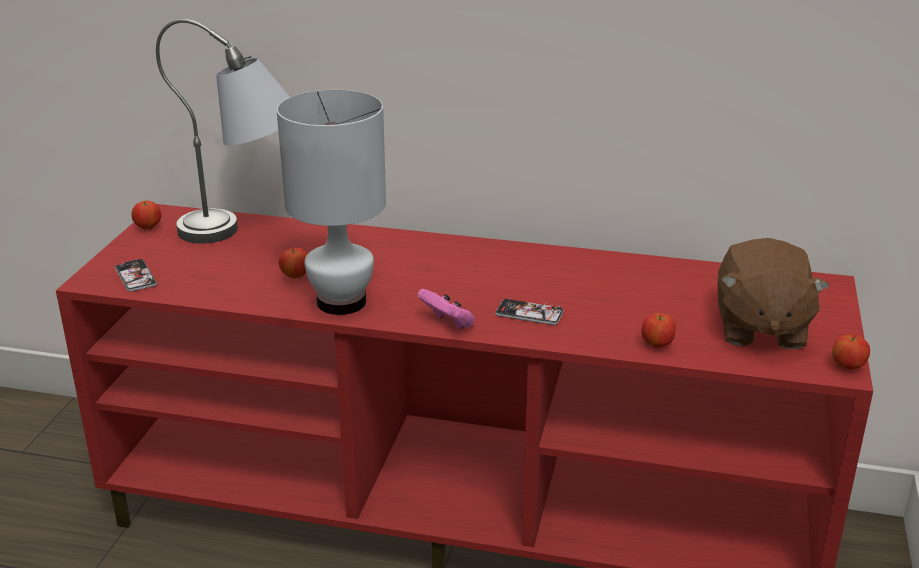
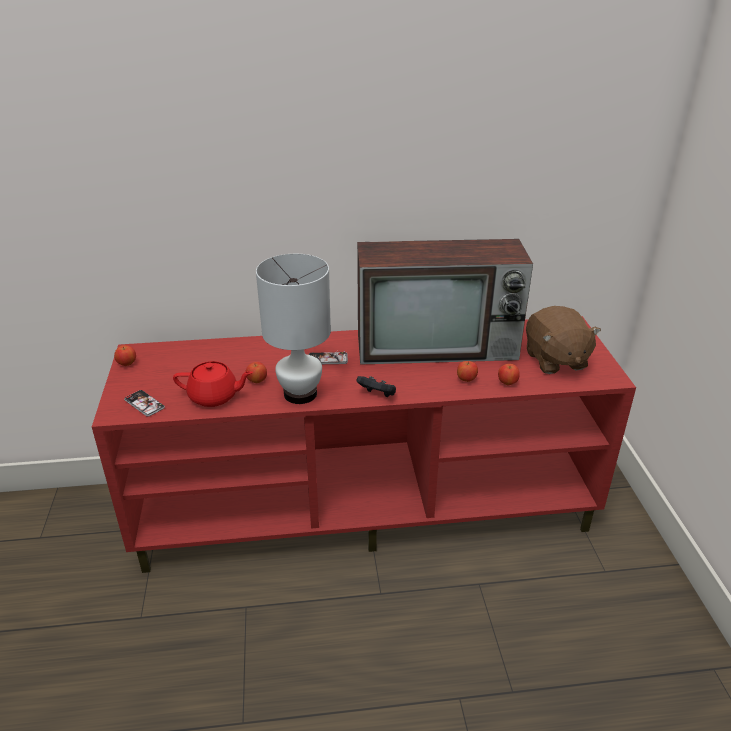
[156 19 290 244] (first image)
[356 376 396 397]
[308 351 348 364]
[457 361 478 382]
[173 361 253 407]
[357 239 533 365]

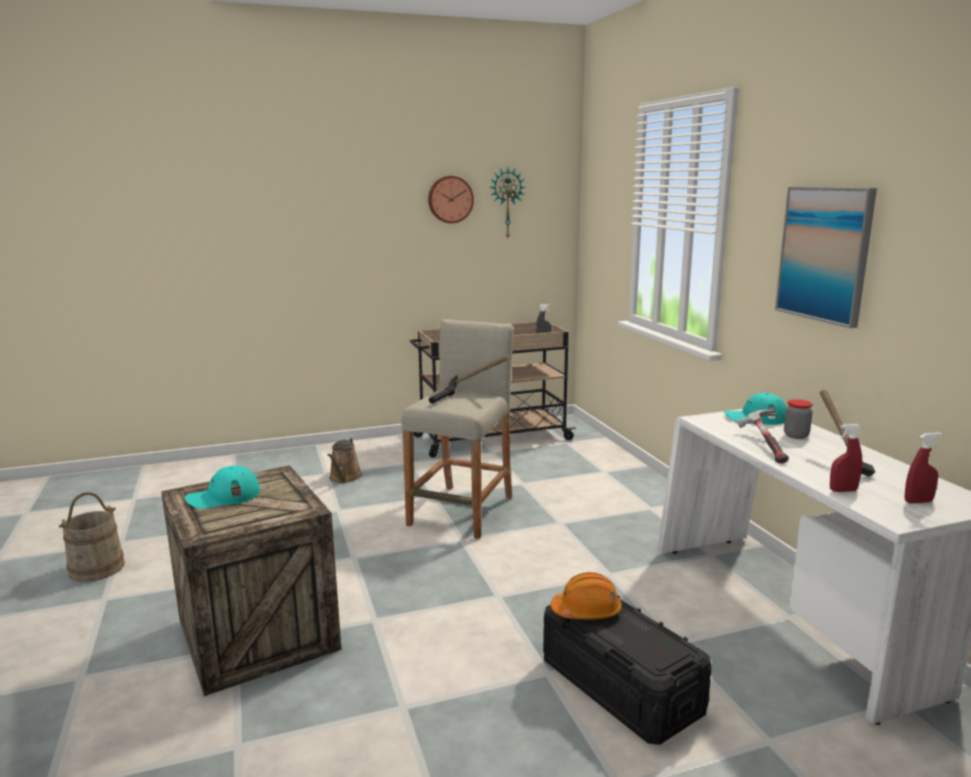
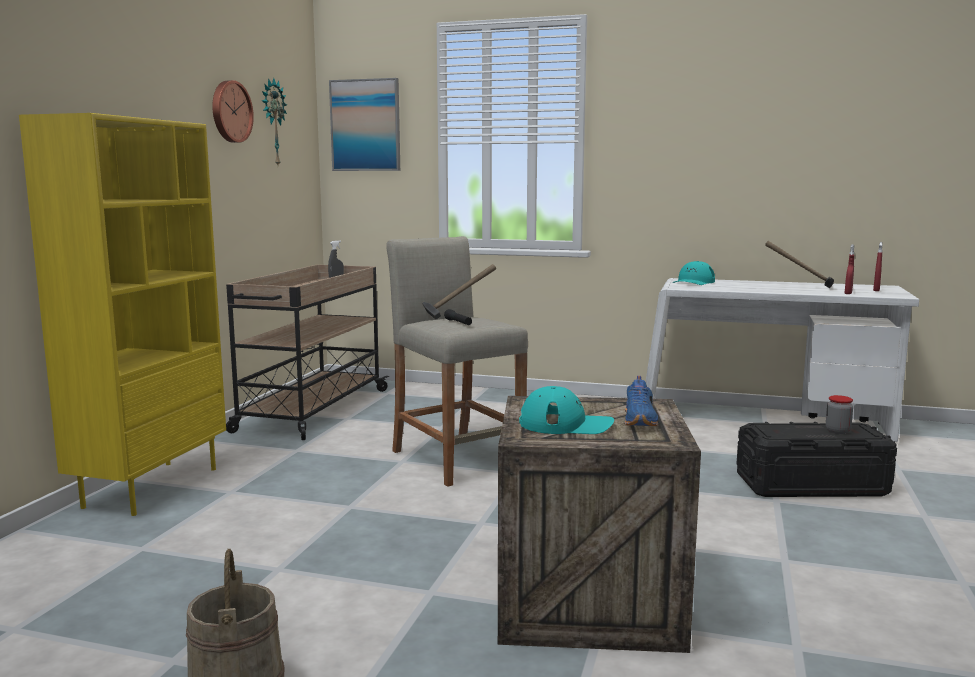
[519 386 614 434]
[328 438 362 483] (first image)
[550 572 622 620] (first image)
[737 410 789 463] (first image)
[329 78 400 171]
[826 395 853 434]
[19 113 226 516]
[624 376 658 426]

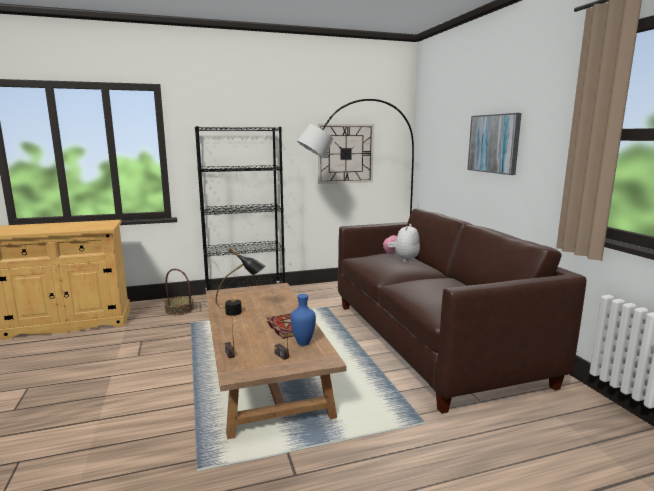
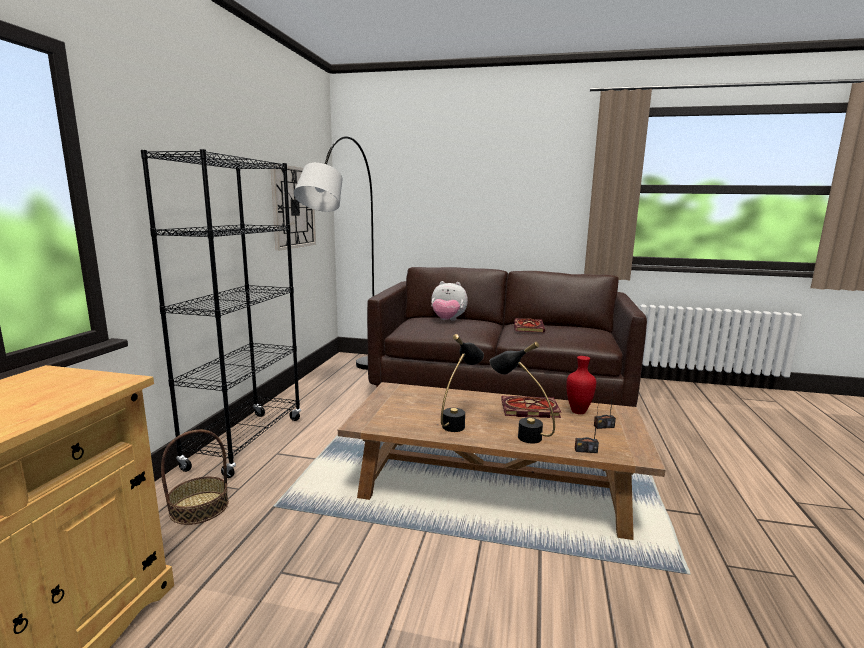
[566 356 596 414]
[431 281 468 321]
[467 113 521 175] (first image)
[490 341 555 444]
[514 318 545 332]

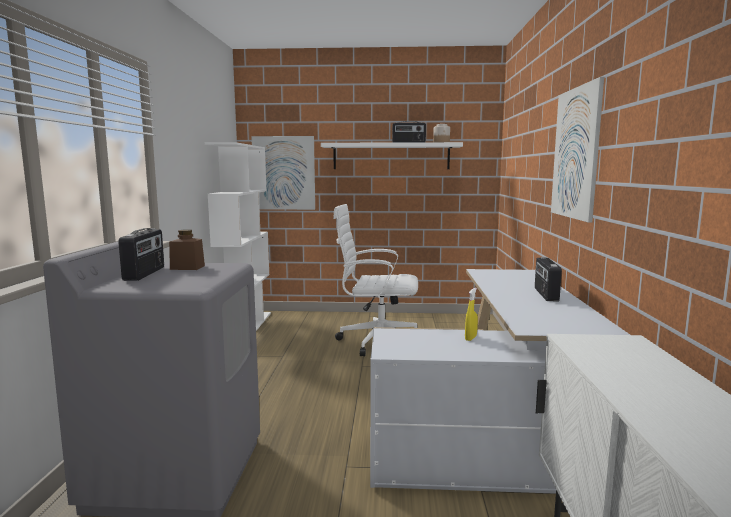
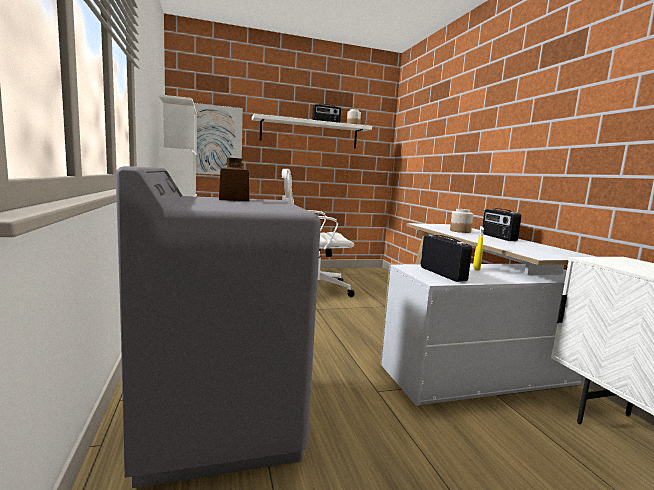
[421 235 472 282]
[551 77 604 223] (first image)
[450 209 473 233]

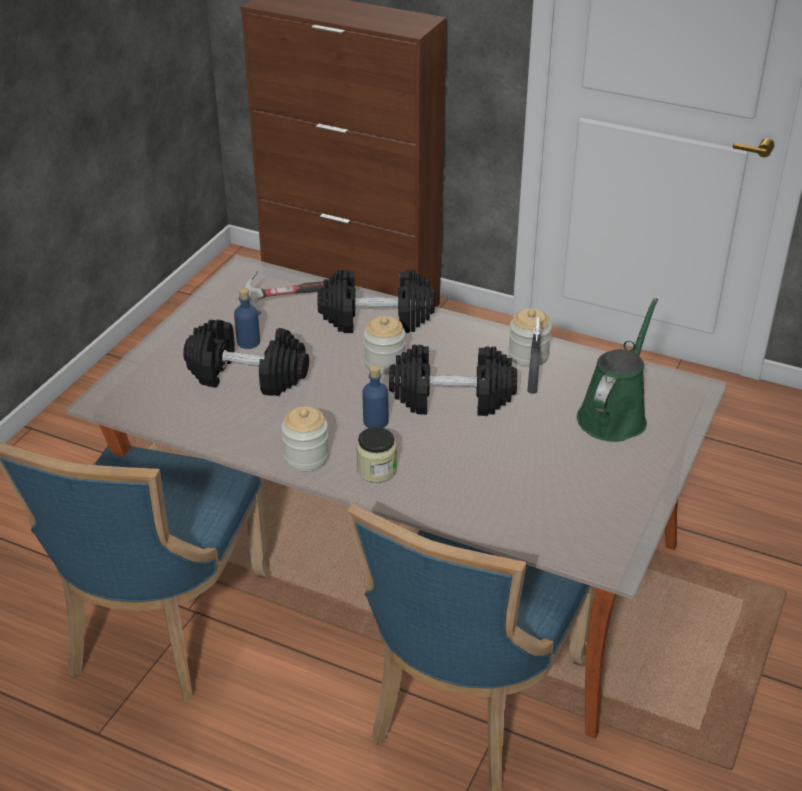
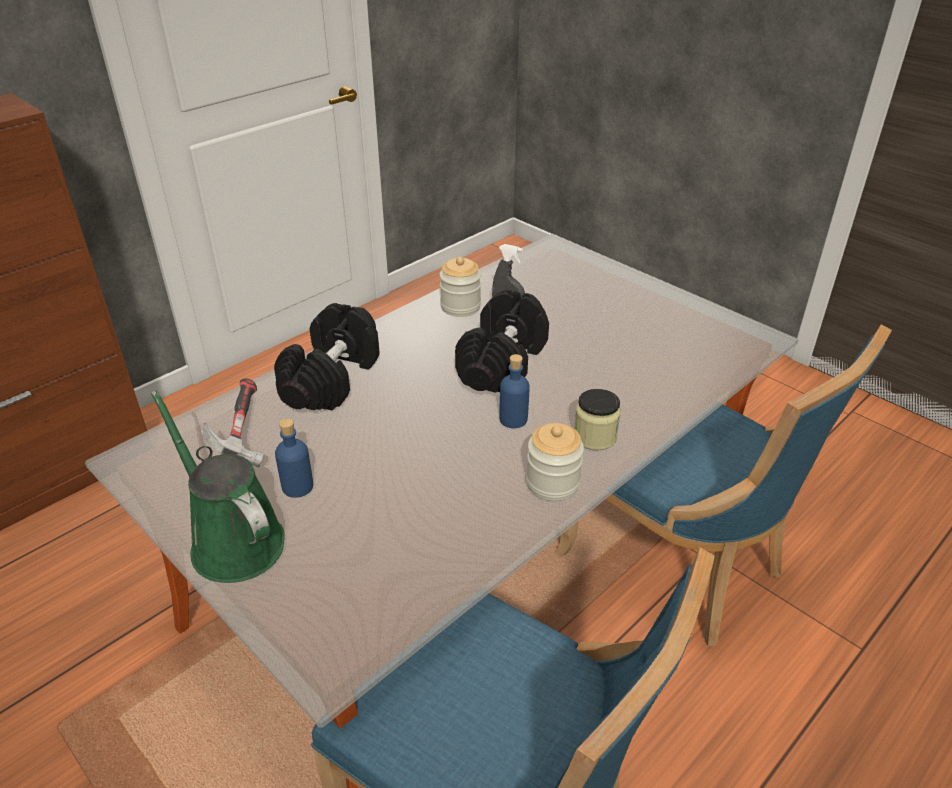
[183 320 309 396] (first image)
[364 316 405 375] (first image)
[151 390 284 583]

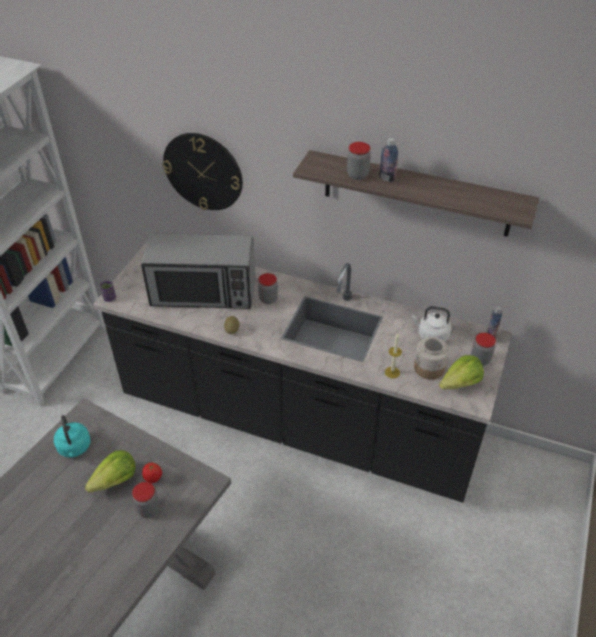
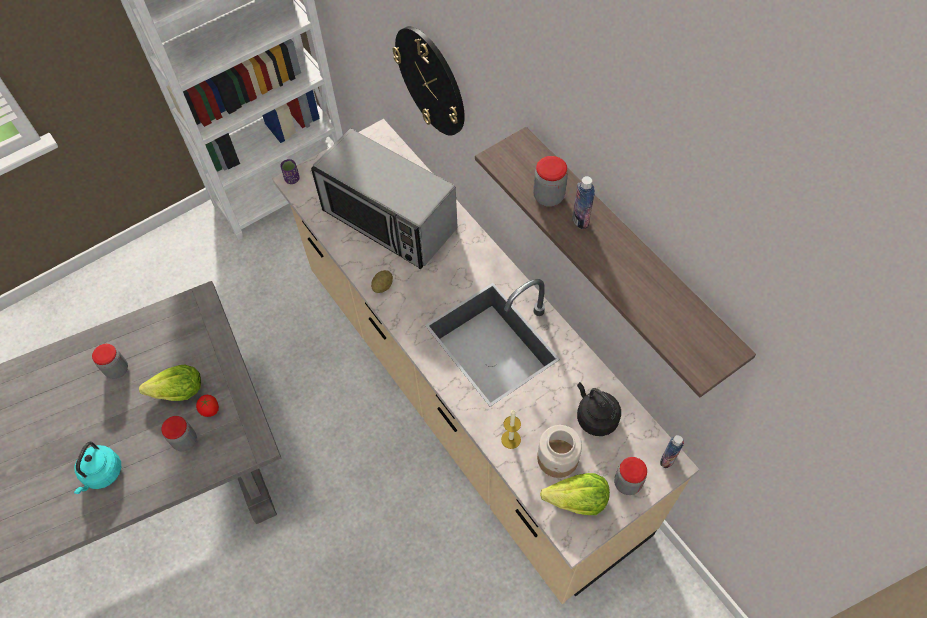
[74 442 121 494]
[272 119 699 604]
[92 344 128 379]
[577 382 621 436]

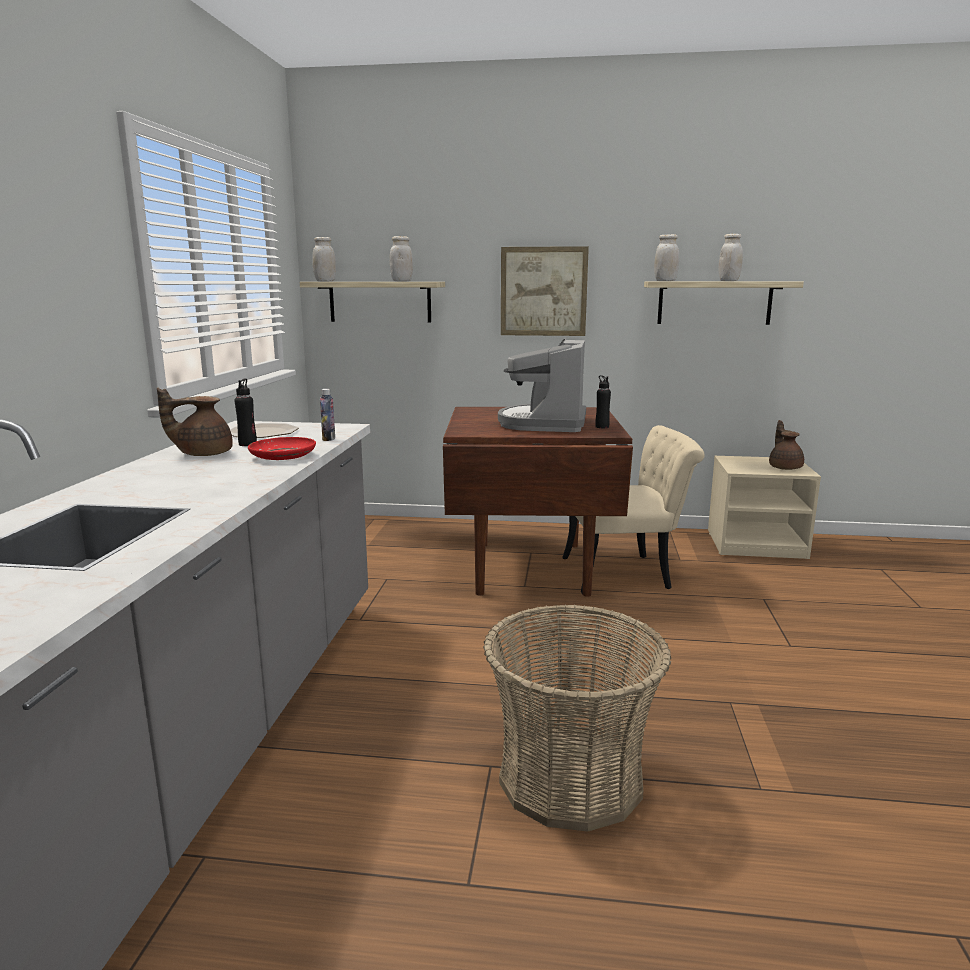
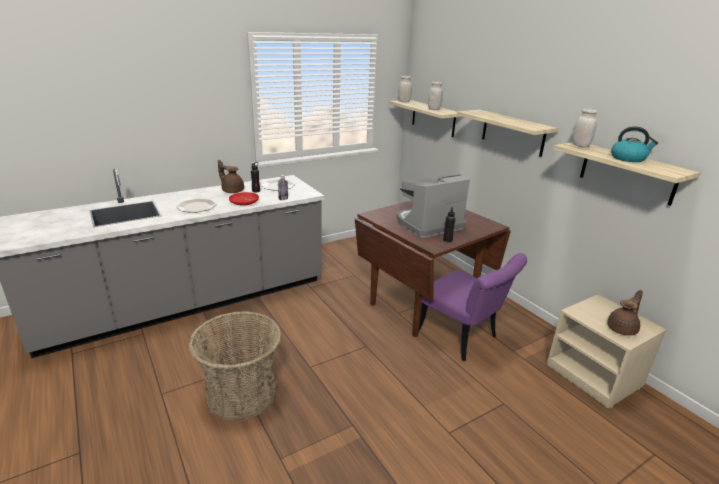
[457 110 558 157]
[419 253 527 361]
[611 126 658 162]
[176 199 216 213]

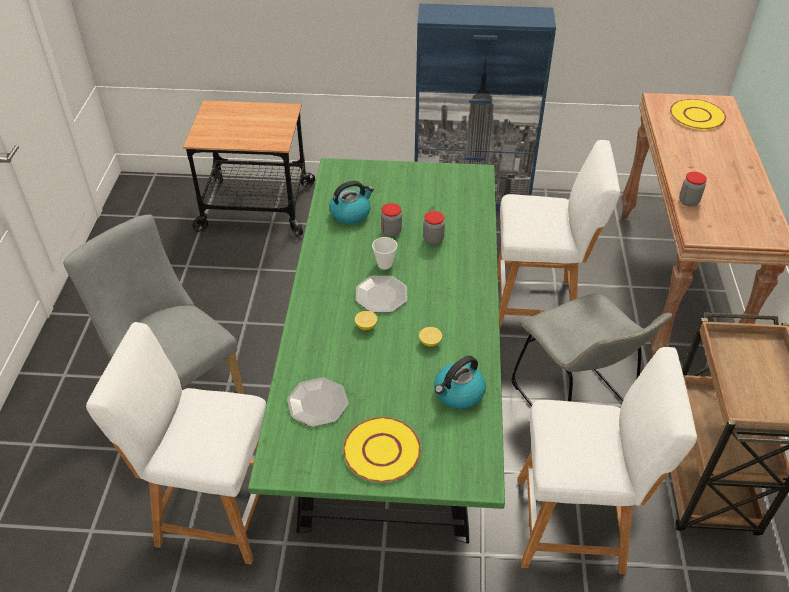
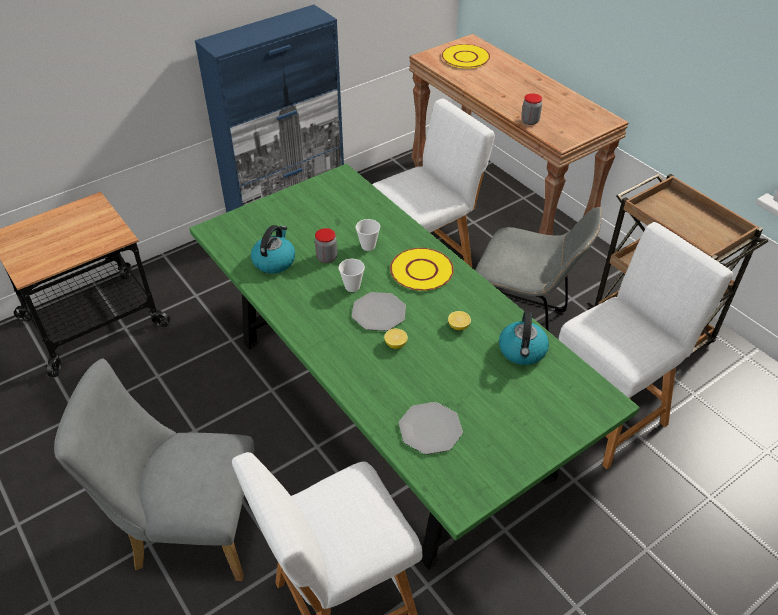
[390 248 454 291]
[356 219 380 251]

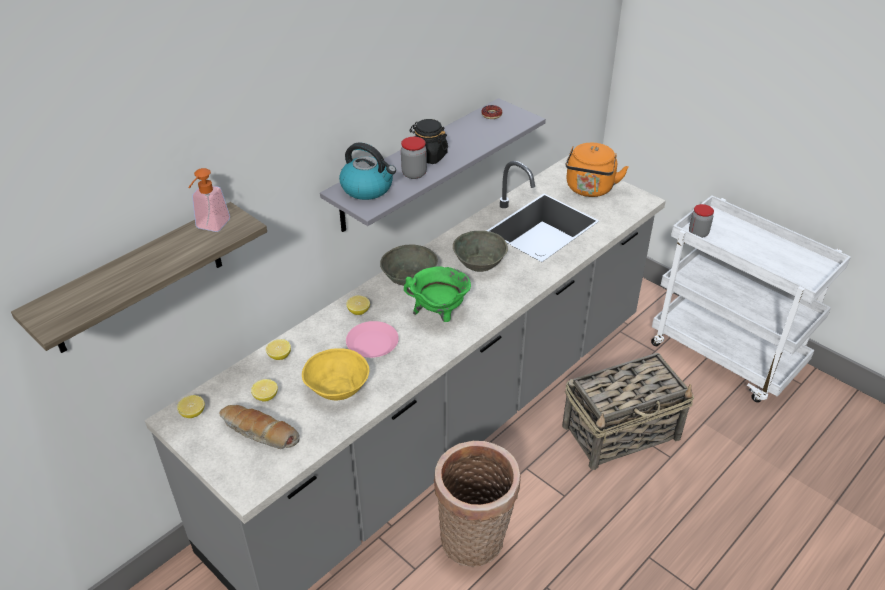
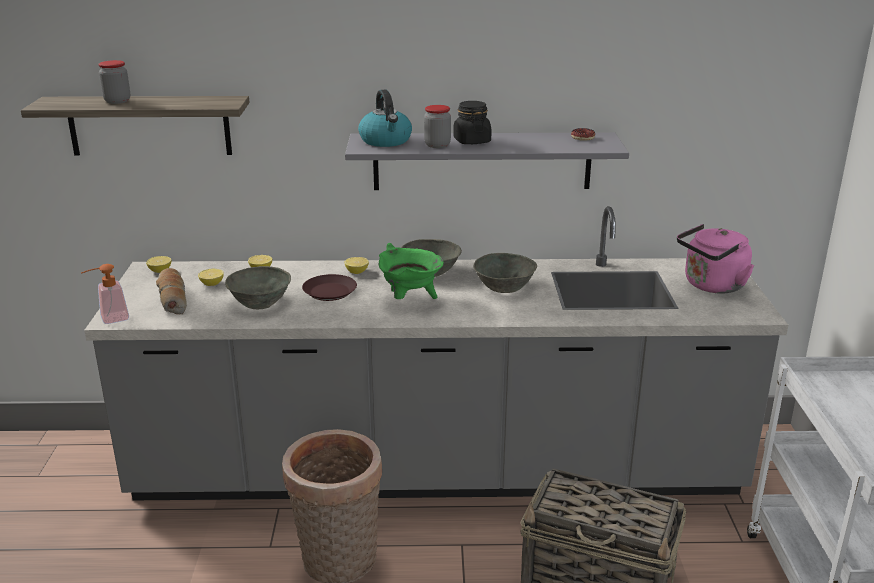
[81 264 129 324]
[225 266 291 309]
[302 274 357 301]
[677 224 754 294]
[98 60 130 104]

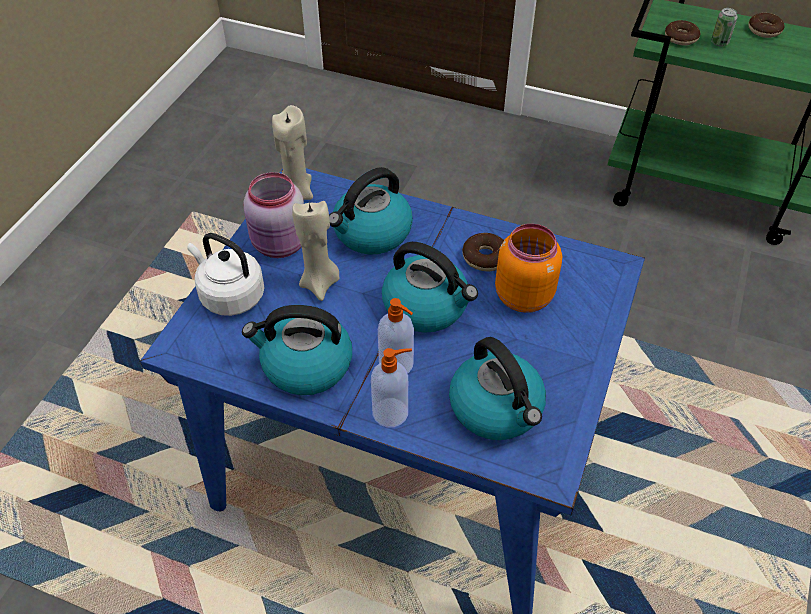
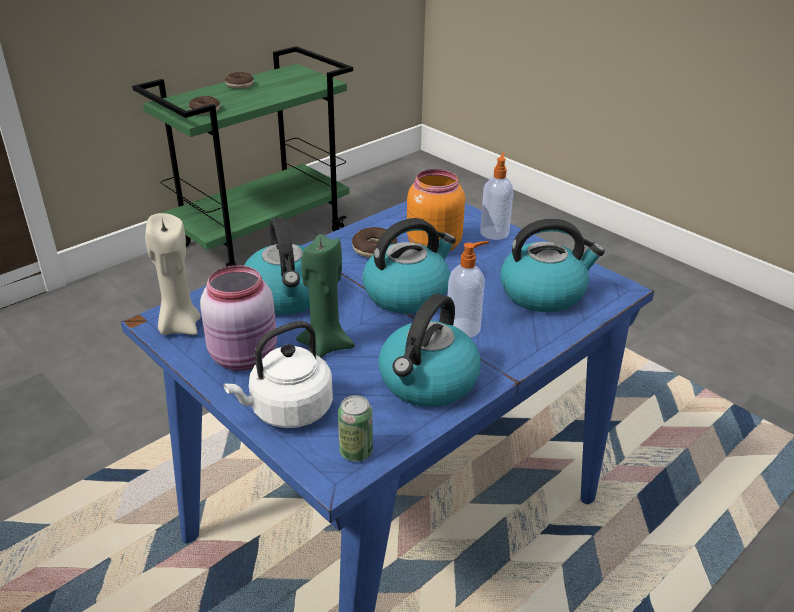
[296 234 355 358]
[480 152 513 240]
[338 395 373 461]

